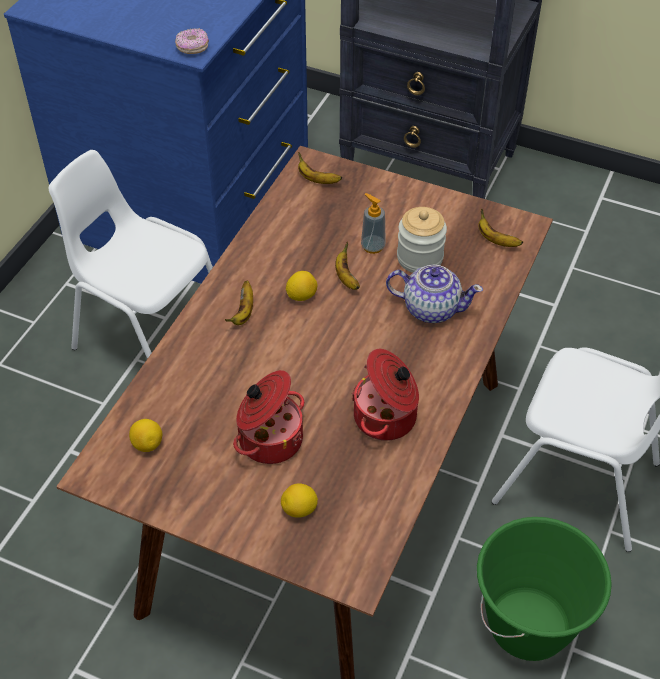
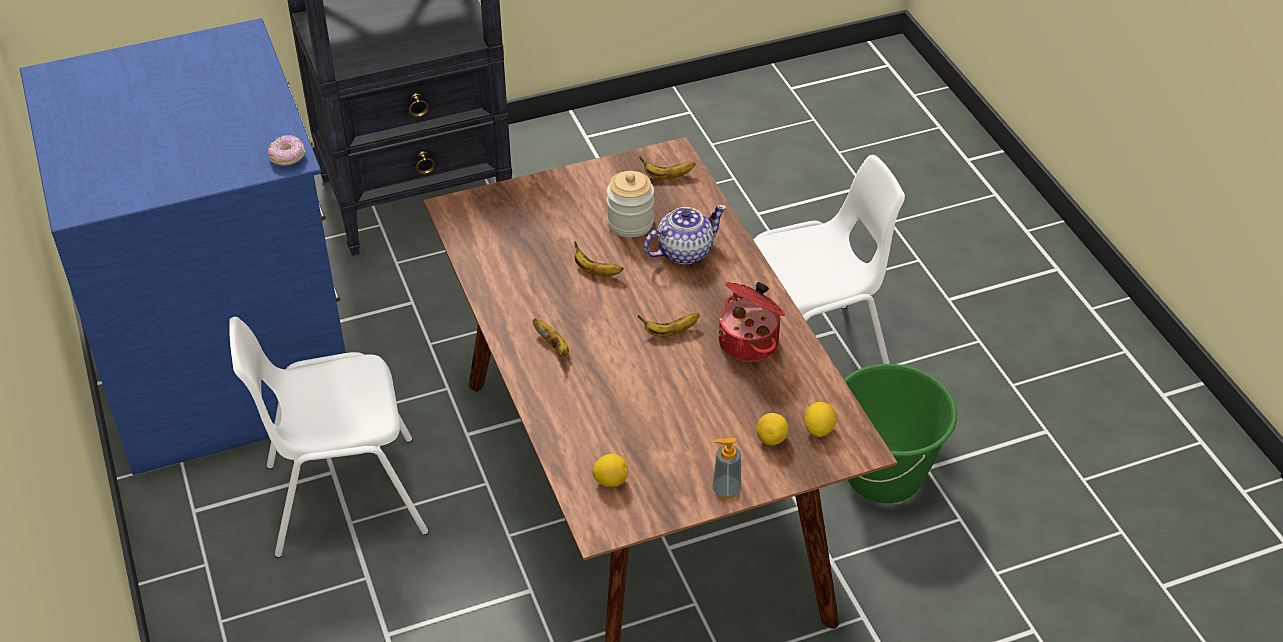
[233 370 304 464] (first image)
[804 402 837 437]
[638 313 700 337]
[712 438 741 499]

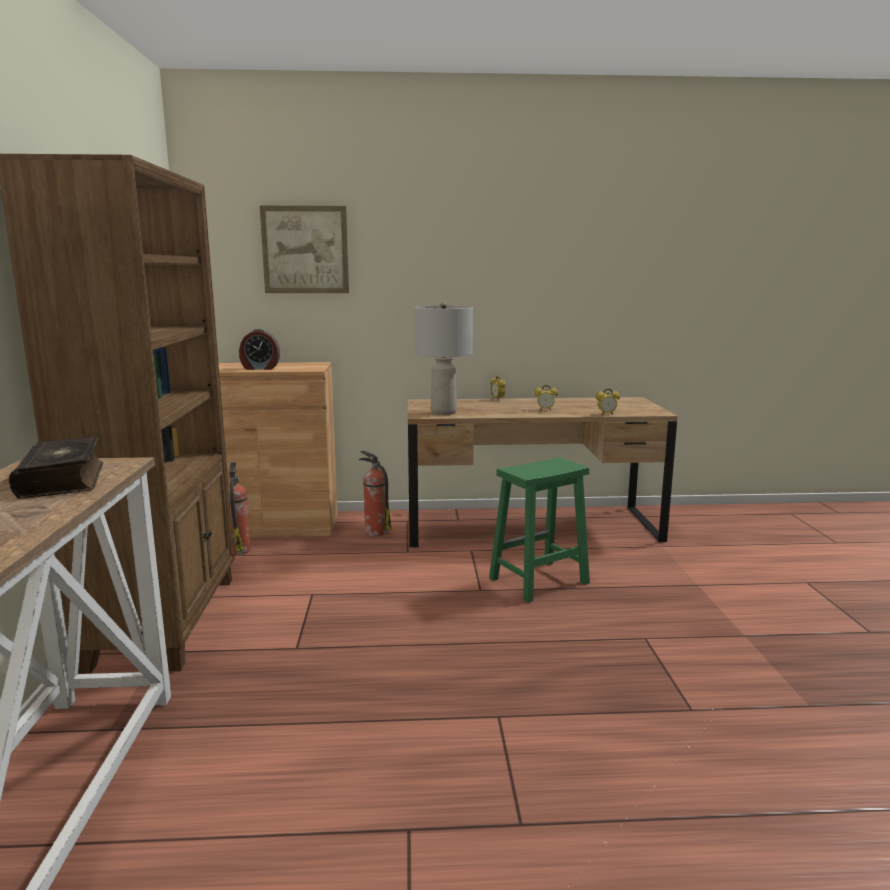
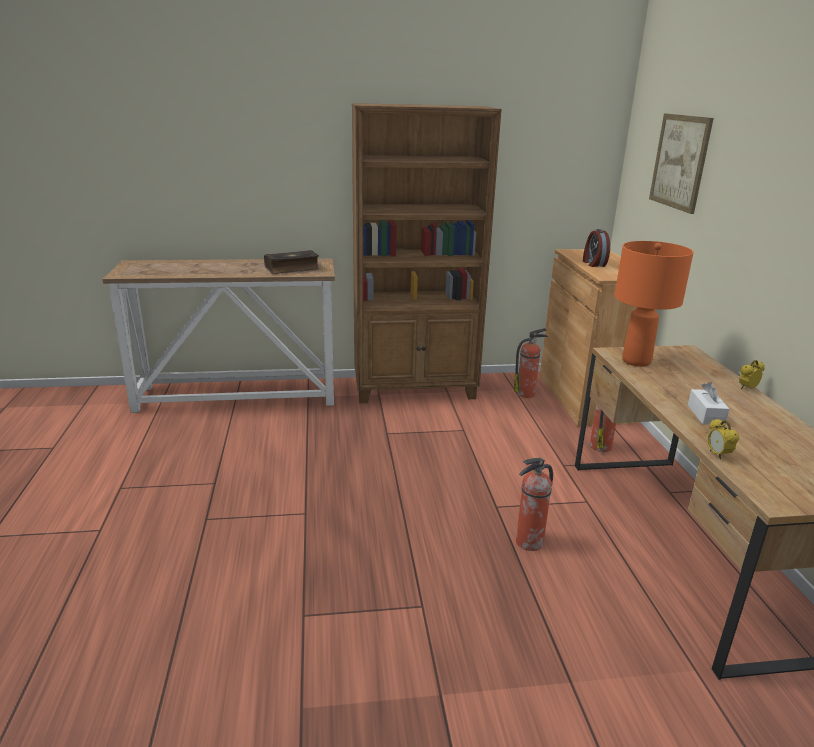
[615 241 694 367]
[516 458 553 551]
[688 382 730 425]

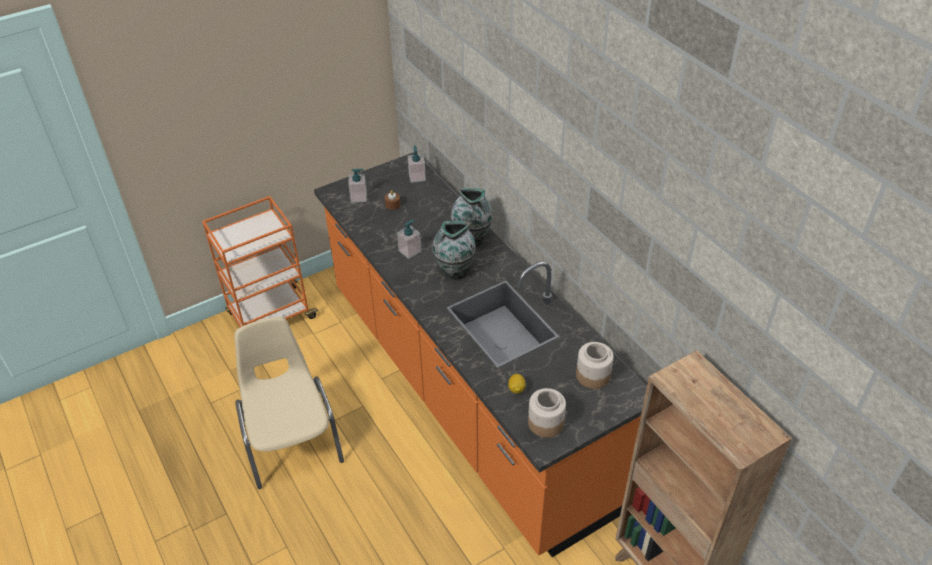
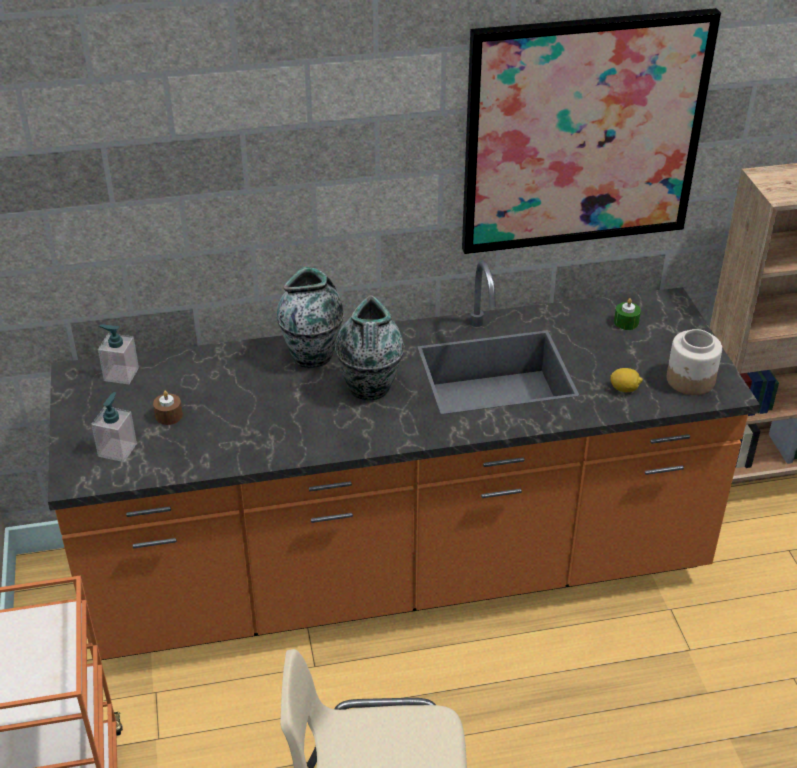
[397 219 421 259] (first image)
[614 298 641 330]
[462 8 721 254]

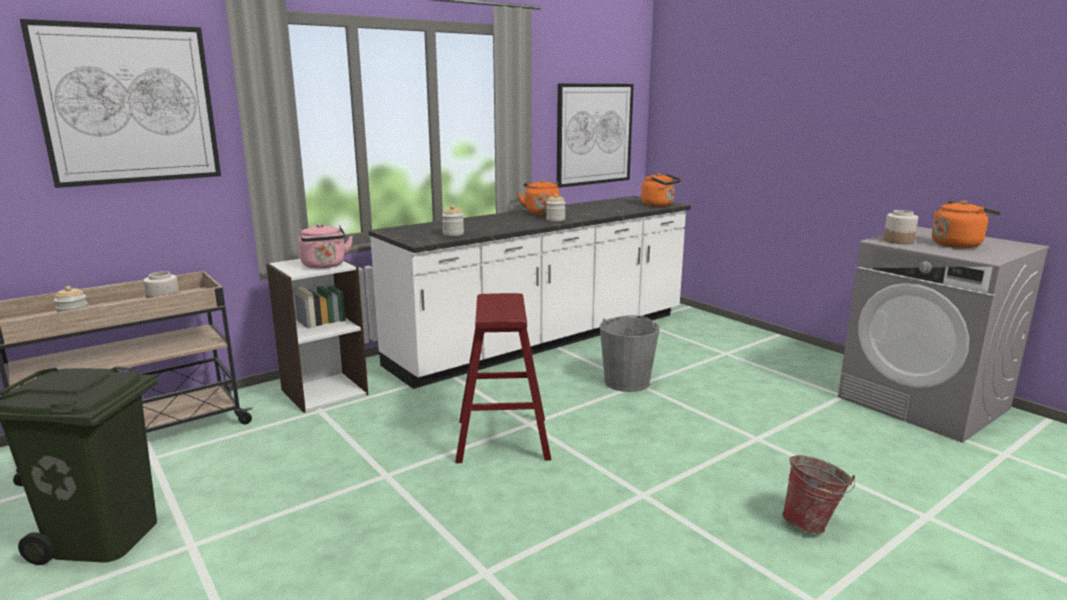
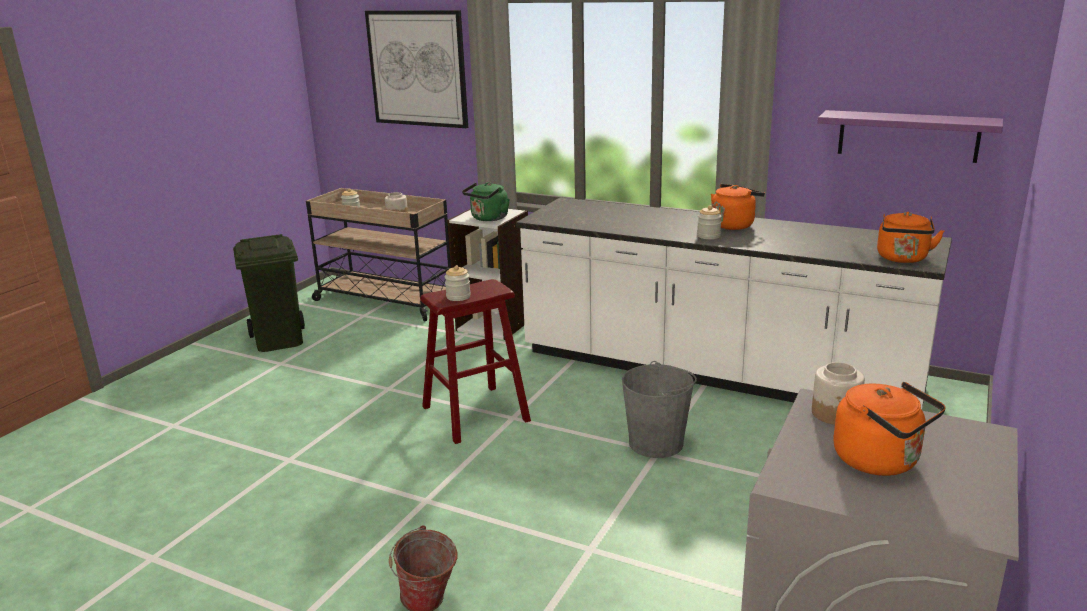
[462 182 510 221]
[445 265 471 301]
[818 110 1003 163]

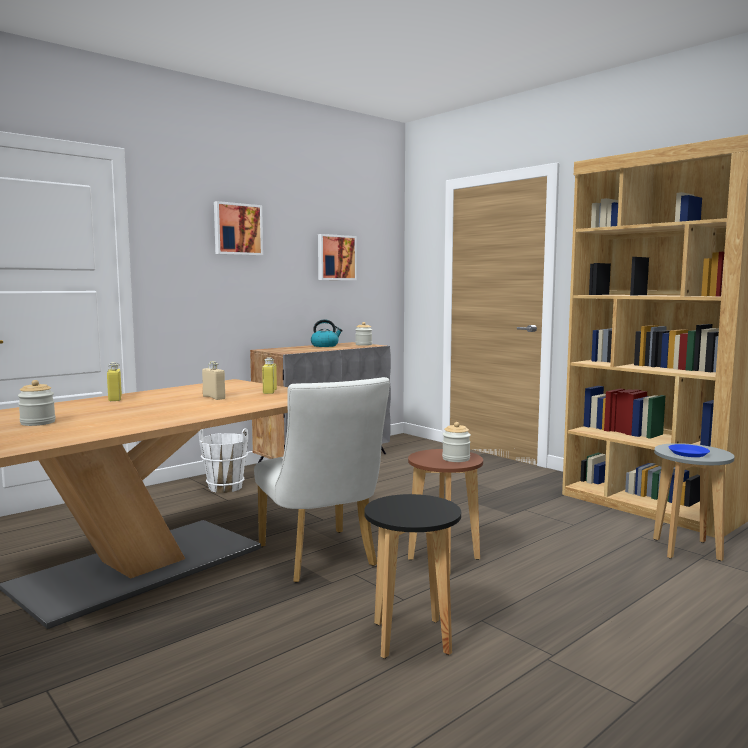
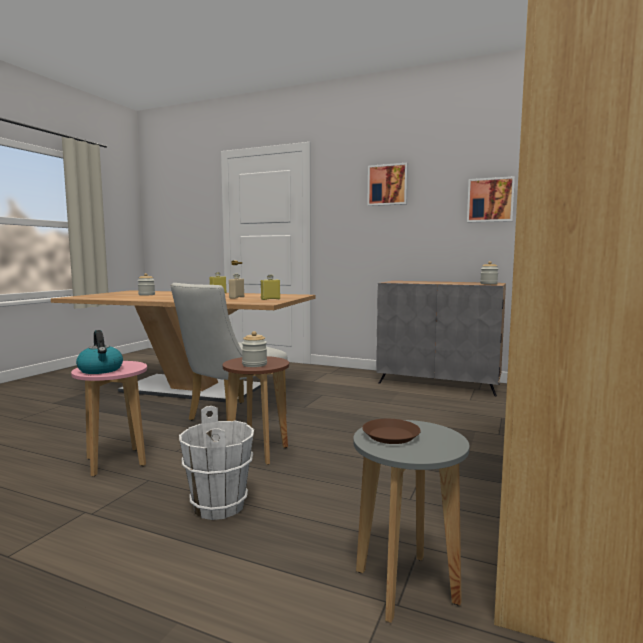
[179 406 254 520]
[76 330 123 374]
[71 361 147 477]
[362 419 421 444]

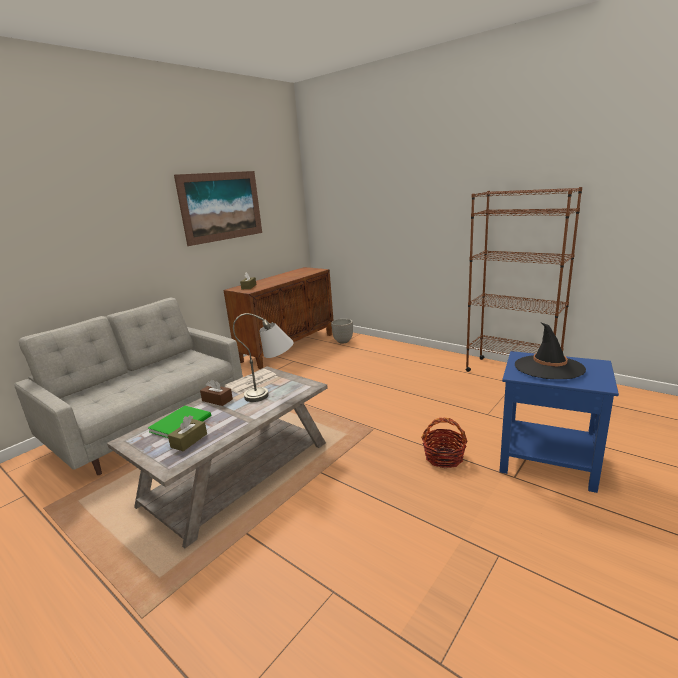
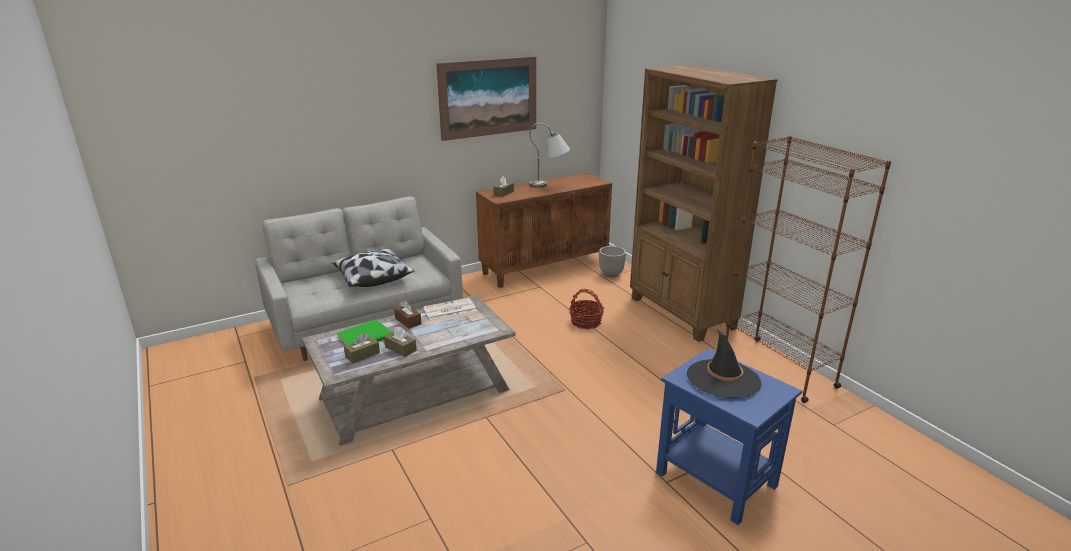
[529 123 570 188]
[569 289 604 329]
[332 249 414 287]
[384 327 417 357]
[630 65 777 342]

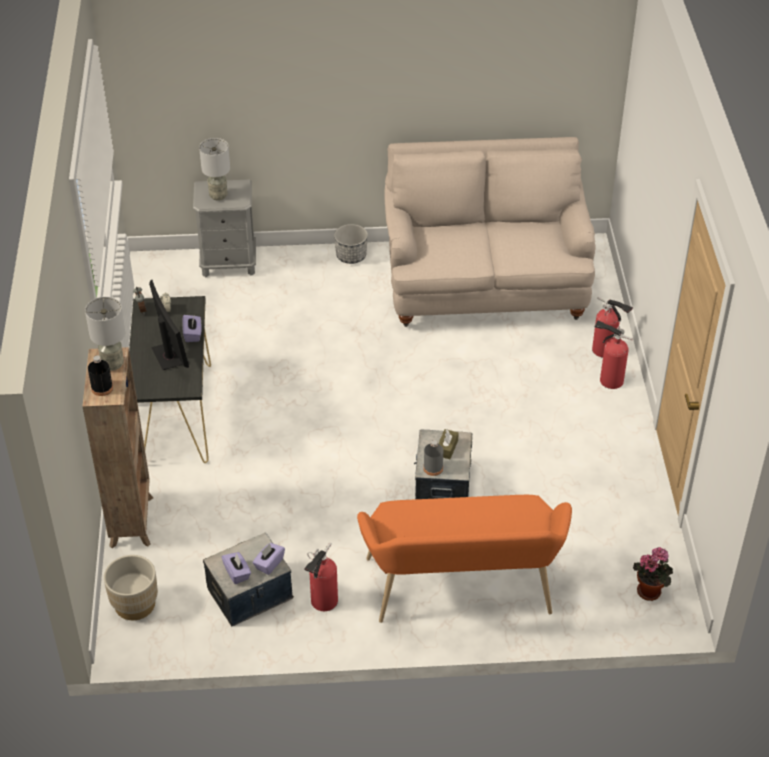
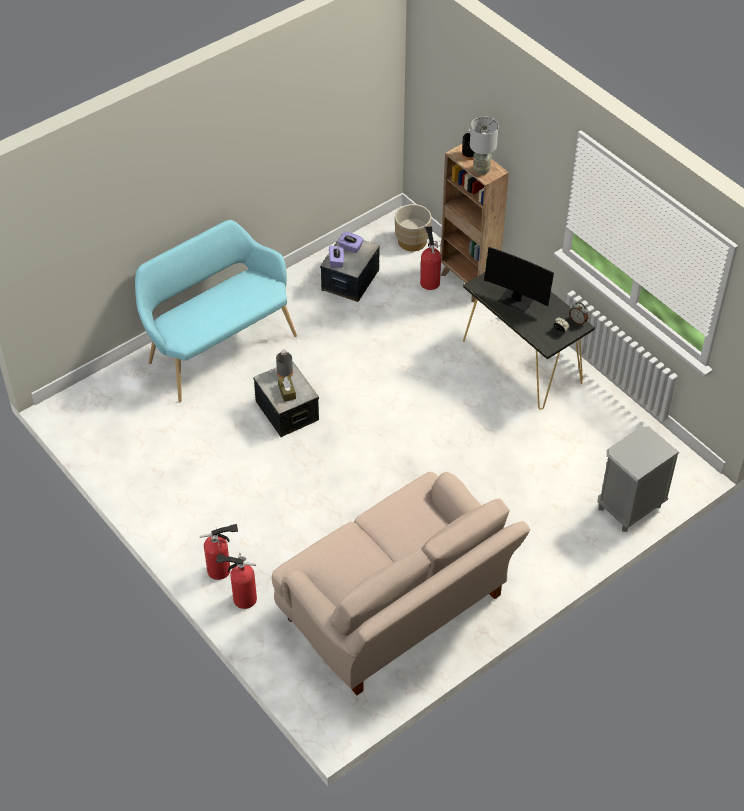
[182 315 201 342] (first image)
[199 138 230 201] (first image)
[420 226 442 290]
[334 224 368 264] (first image)
[135 220 297 402]
[633 547 673 601] (first image)

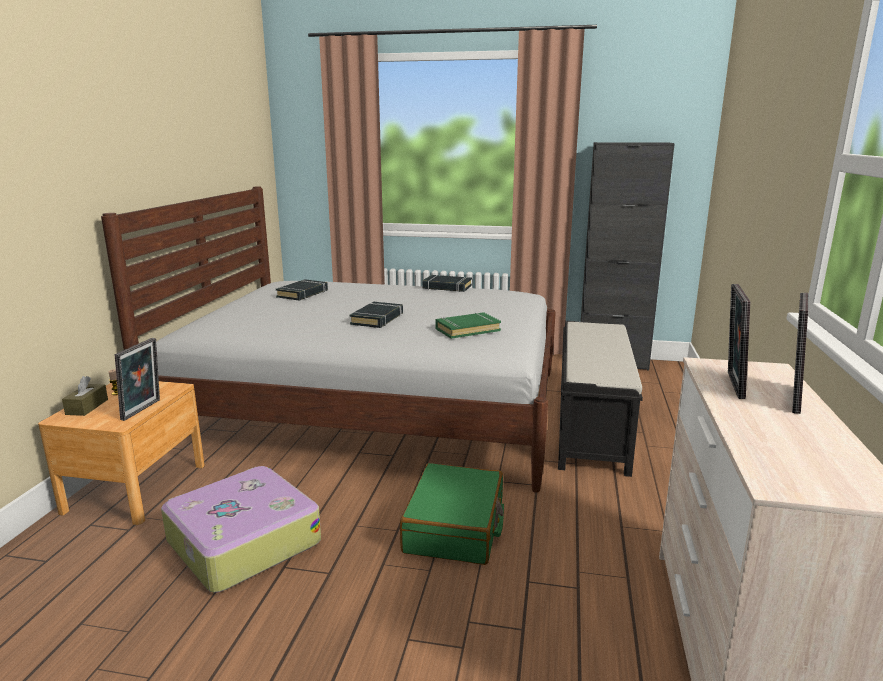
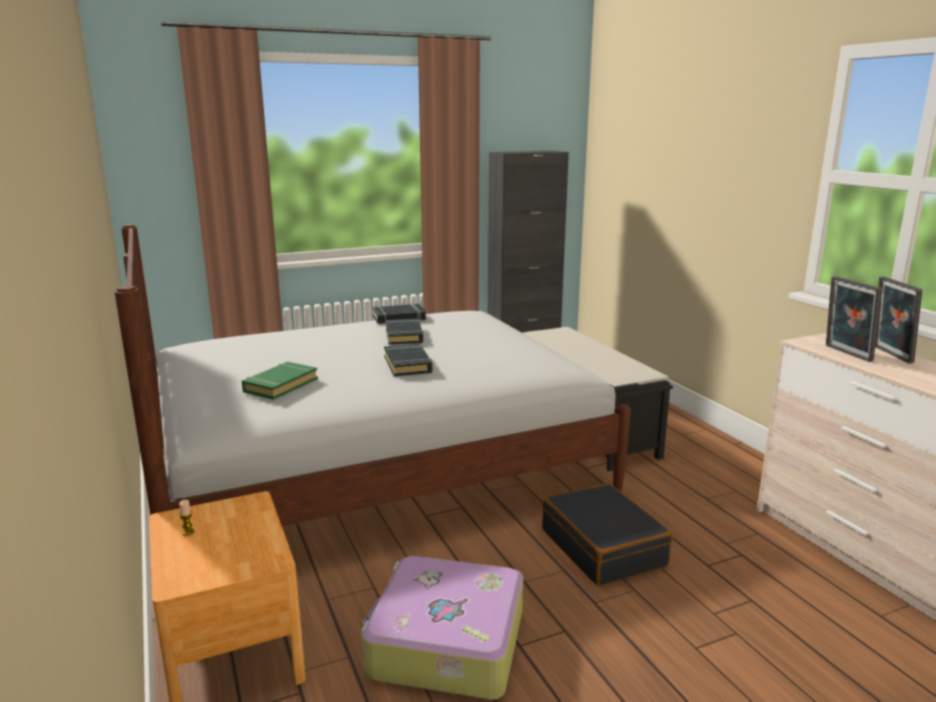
[62 376 108 416] (first image)
[115 338 160 421] (first image)
[386 319 424 345]
[542 483 673 586]
[242 362 318 400]

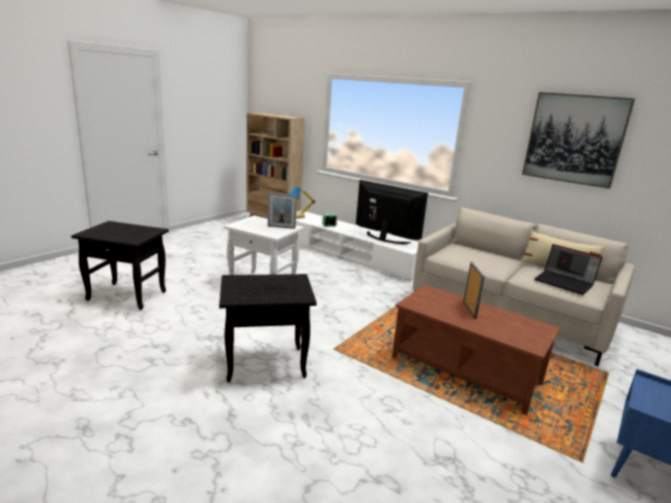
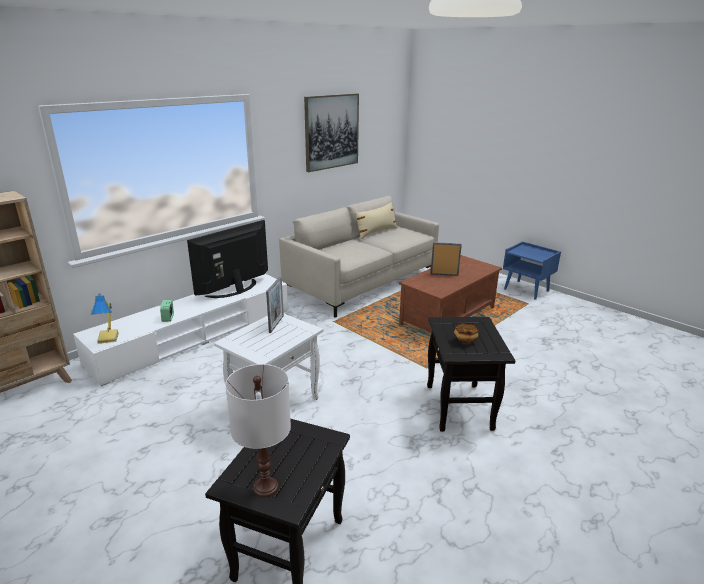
[534 244 603 295] (first image)
[225 364 291 498]
[454 323 479 343]

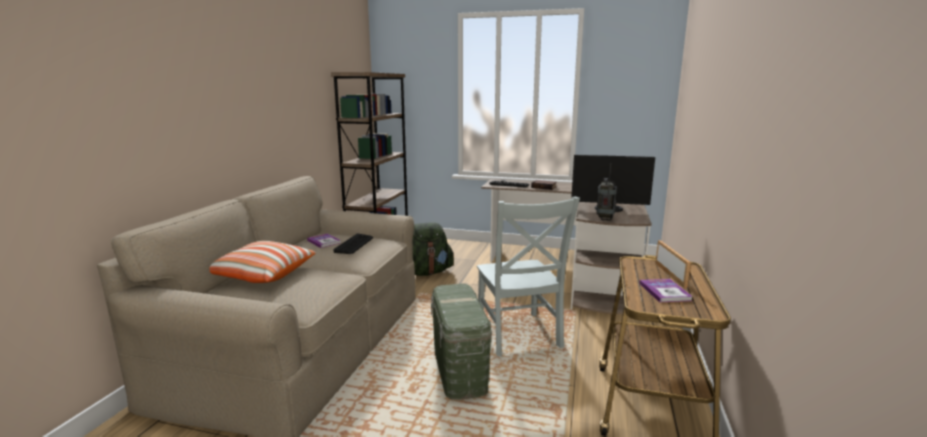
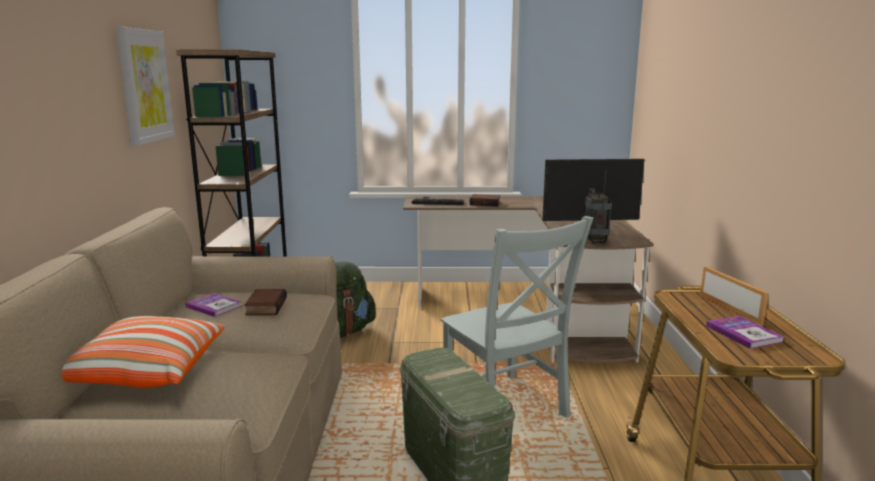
[244 289 287 315]
[116 26 175 146]

